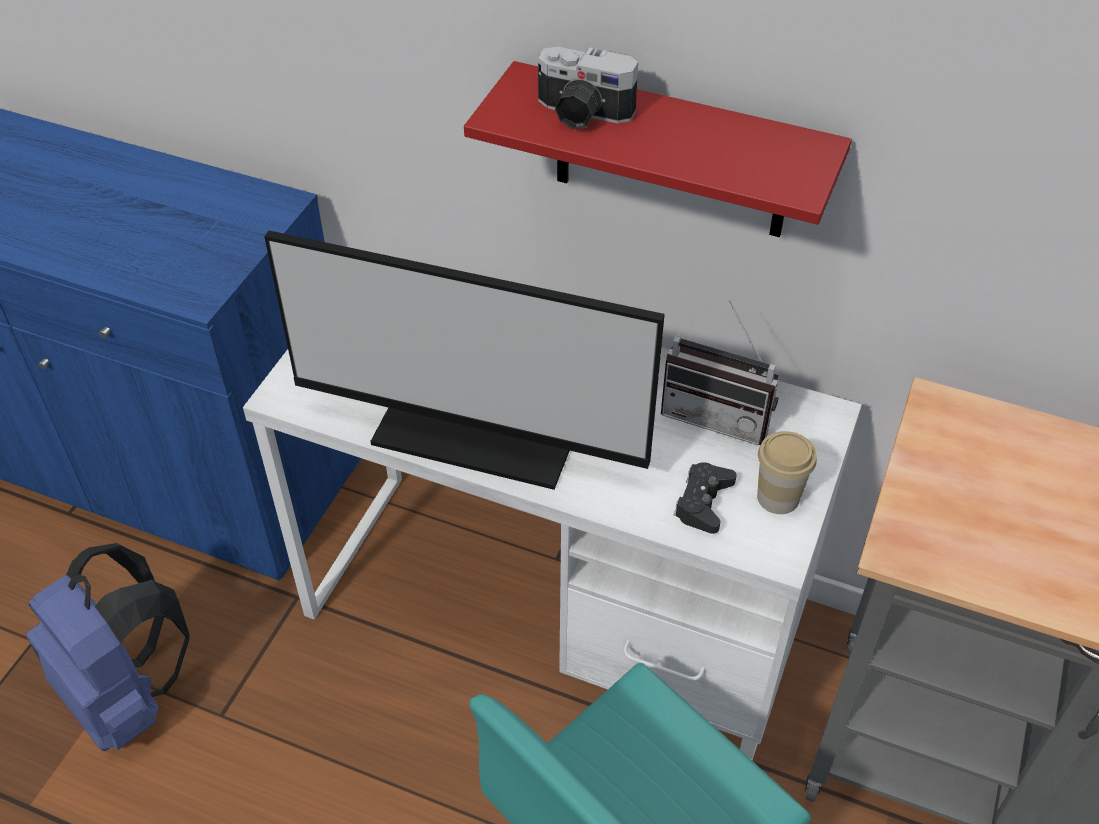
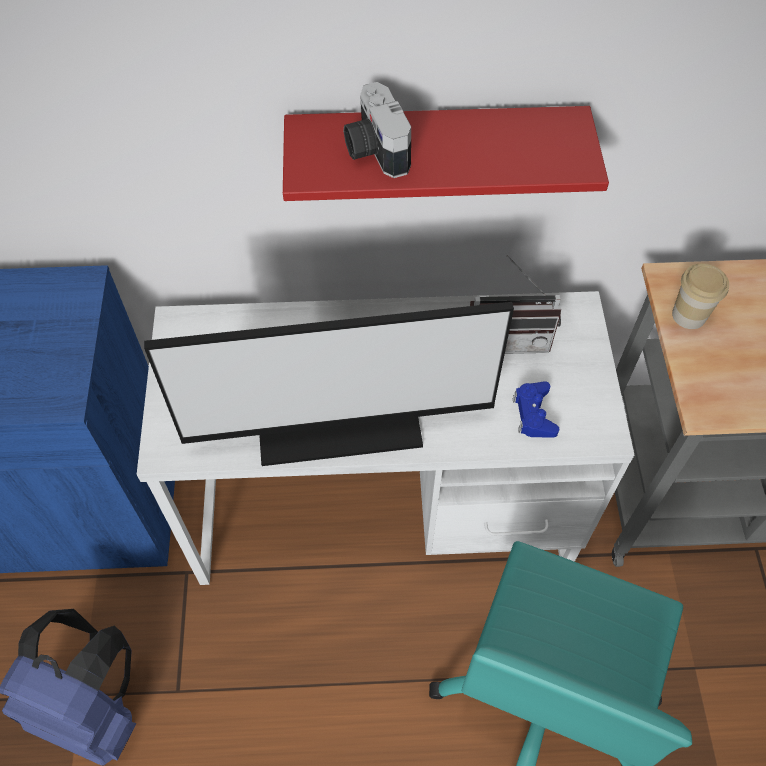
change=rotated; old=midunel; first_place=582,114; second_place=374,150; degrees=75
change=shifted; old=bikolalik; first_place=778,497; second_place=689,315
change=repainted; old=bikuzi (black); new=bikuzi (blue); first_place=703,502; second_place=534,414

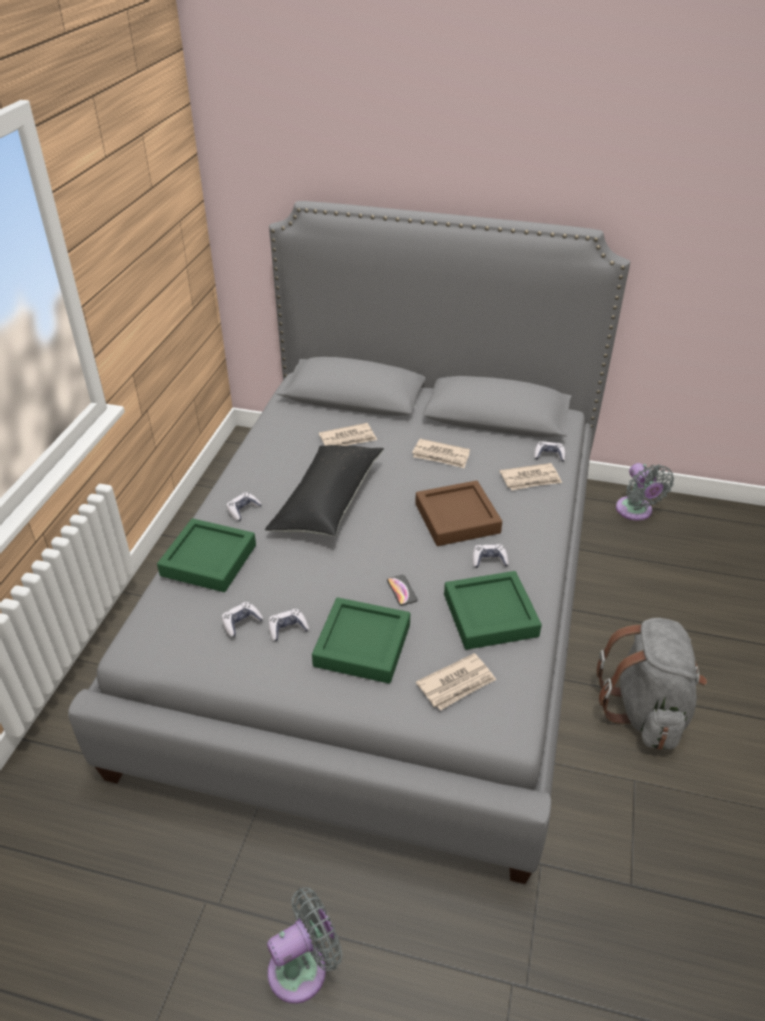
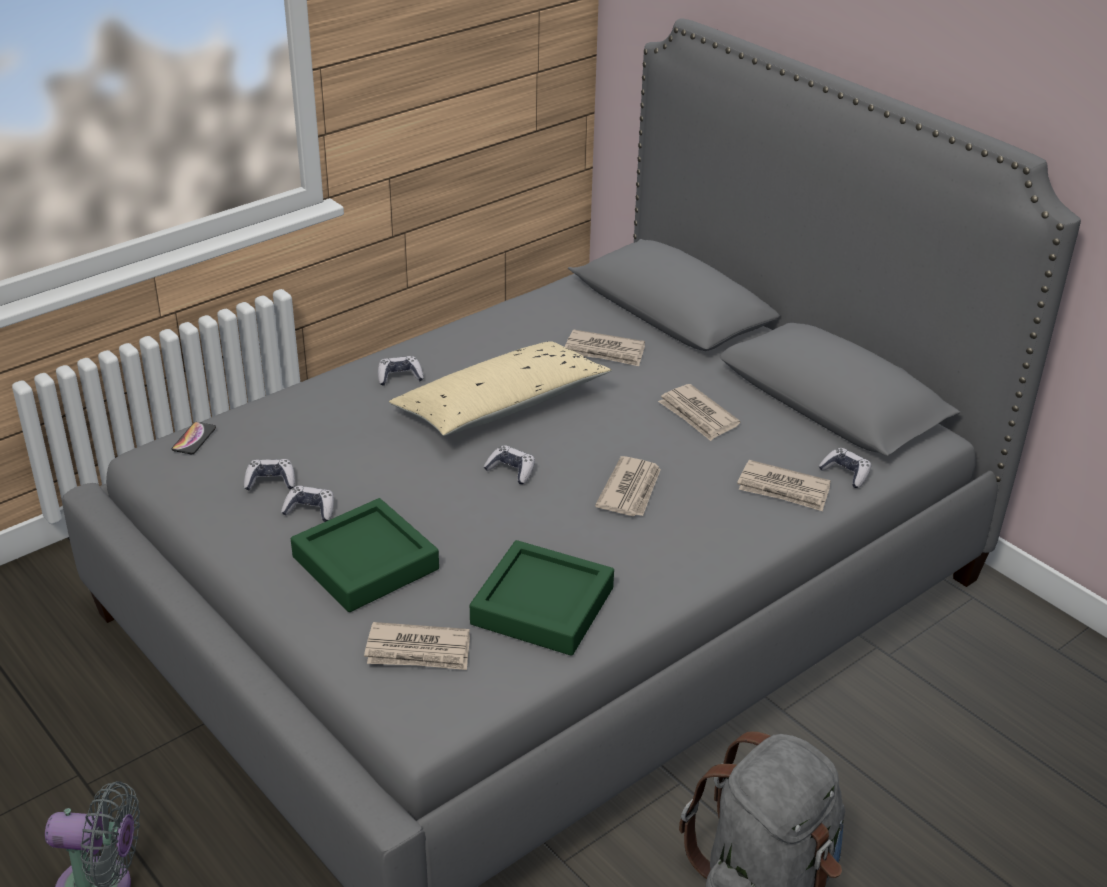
change=repainted; old=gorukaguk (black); new=gorukaguk (beige); first_place=328,501; second_place=501,406
change=gone; old=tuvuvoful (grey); first_place=635,511
change=swapped; old=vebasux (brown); new=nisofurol; first_place=457,518; second_place=631,490
change=gone; old=vebasux (green); first_place=209,560
change=shifted; old=bikuzi; first_place=489,560; second_place=511,471
change=shifted; old=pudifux; first_place=402,590; second_place=194,439

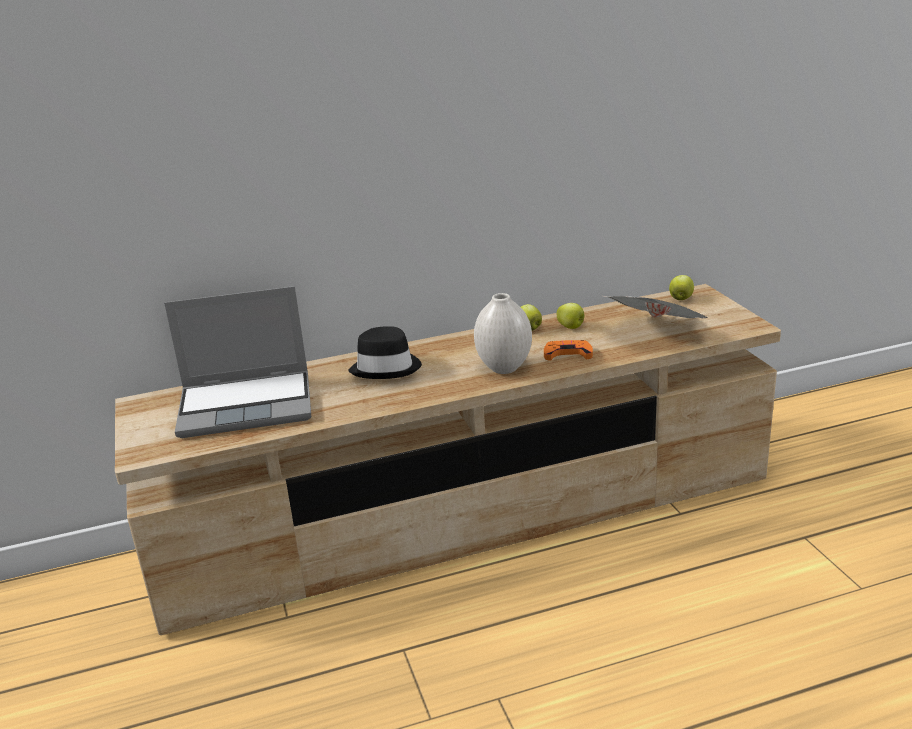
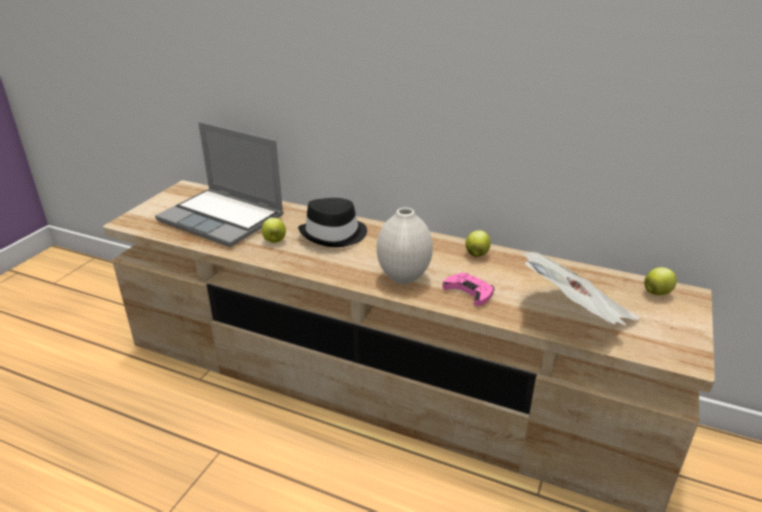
change=shifted; old=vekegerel; first_place=571,327; second_place=274,240
change=repainted; old=bikuzi (orange); new=bikuzi (pink); first_place=567,354; second_place=469,292

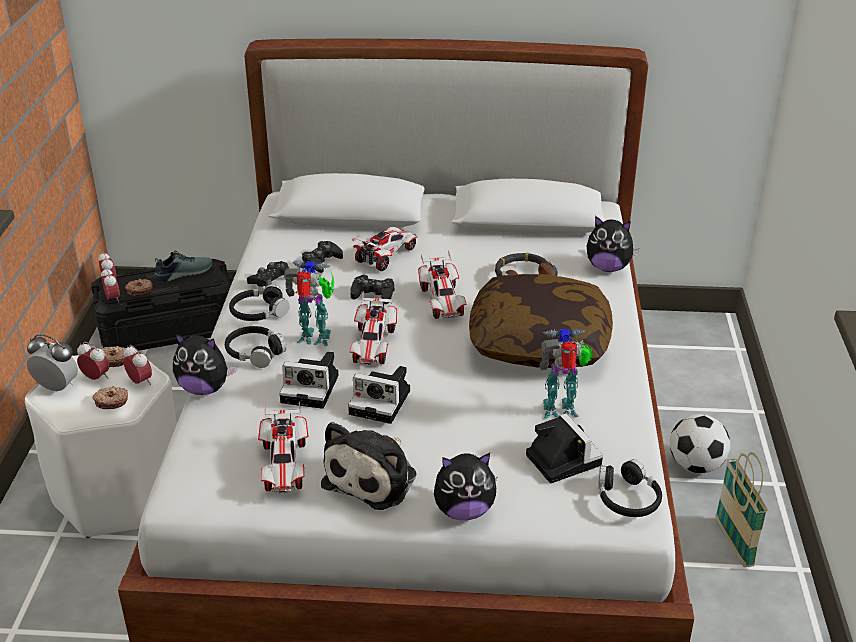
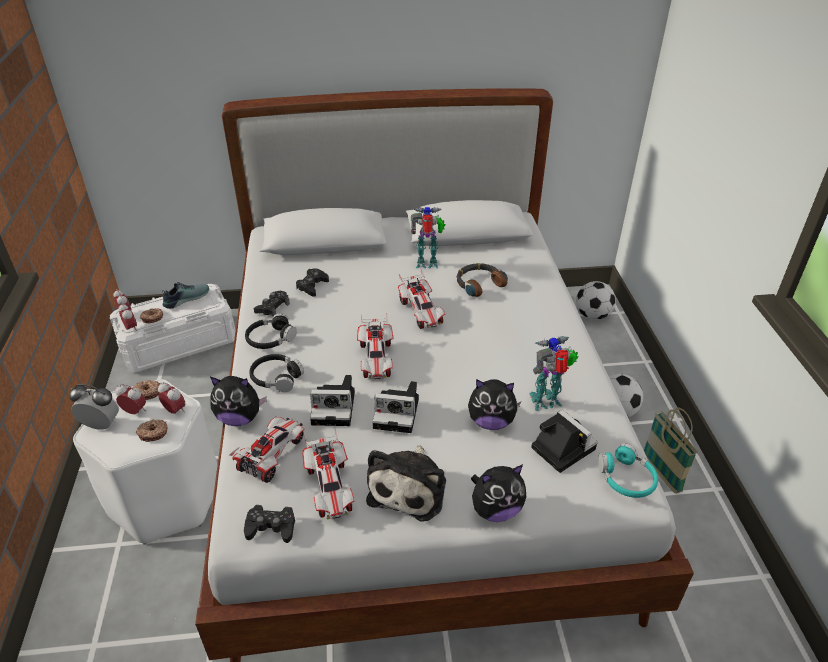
change=shifted; old=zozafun; first_place=608,267; second_place=491,422
change=shifted; old=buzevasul; first_place=386,256; second_place=272,456
change=repainted; old=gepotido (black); new=gepotido (white); first_place=168,328; second_place=178,343
change=shifted; old=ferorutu; first_place=315,339; second_place=428,264
change=gone; old=gorukaguk; first_place=539,342
change=shifted; old=bikuzi (black); first_place=373,294; second_place=271,527
change=repainted; old=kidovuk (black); new=kidovuk (turquoise); first_place=627,499; second_place=626,478
change=new; new=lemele; second_place=592,315

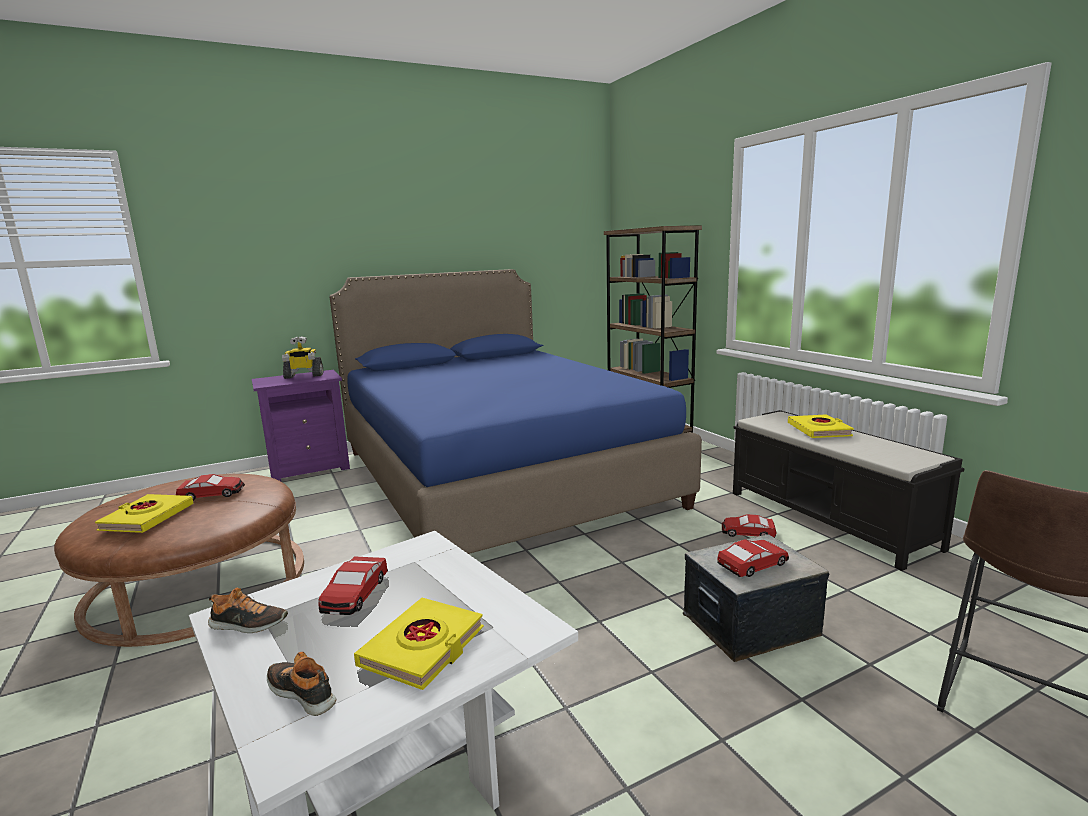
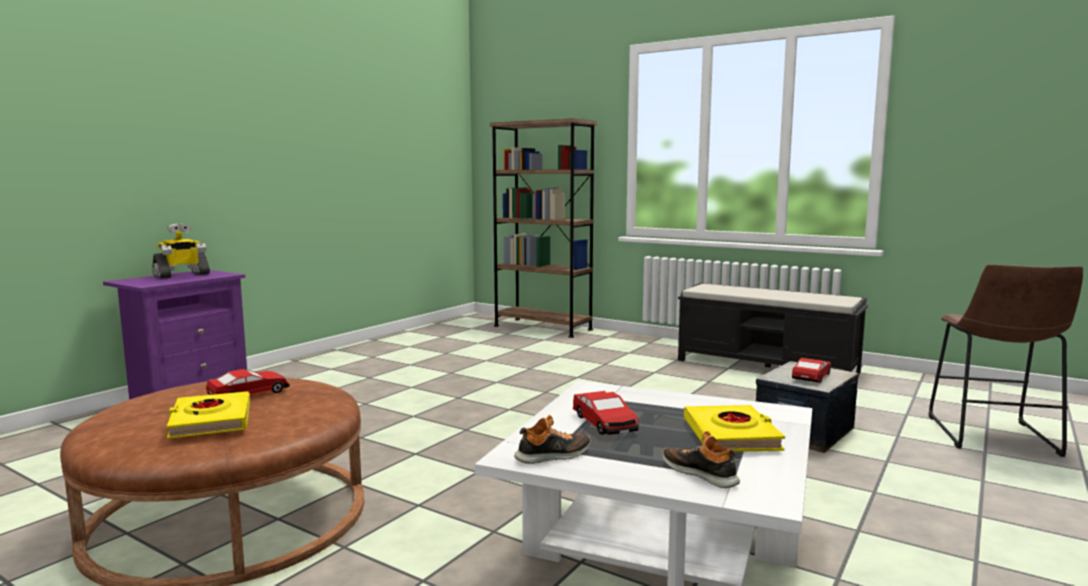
change=gone; old=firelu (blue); first_place=497,477
change=gone; old=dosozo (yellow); first_place=819,430
change=gone; old=buzevasul; first_place=747,533
change=rotated; old=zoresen; first_place=303,693; second_place=700,473; degrees=45

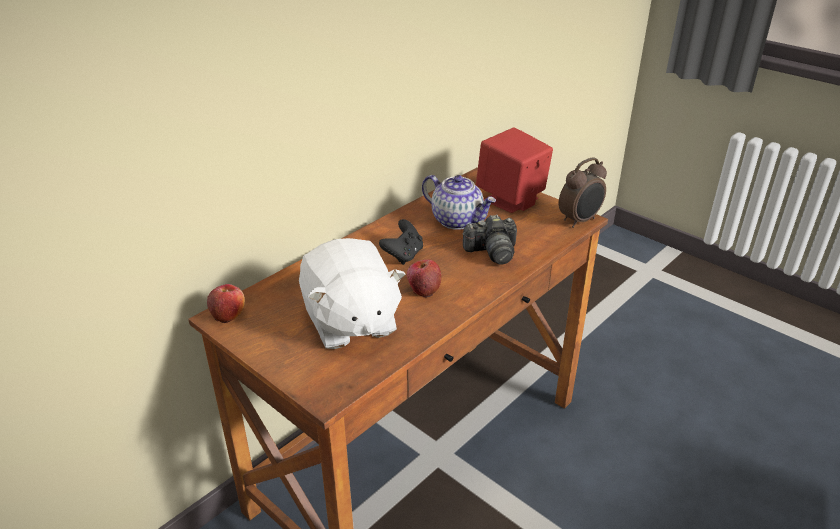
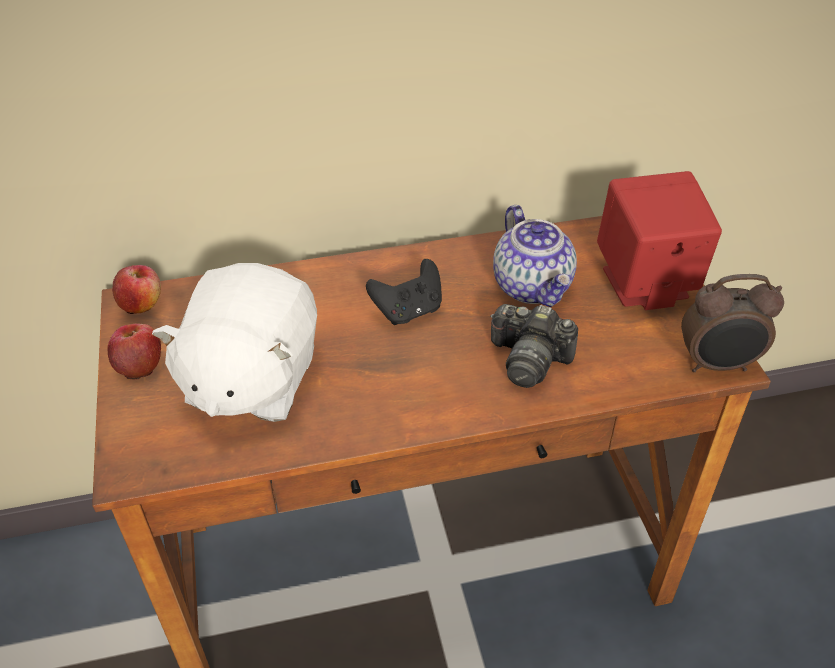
change=shifted; old=vekegerel; first_place=423,289; second_place=140,365

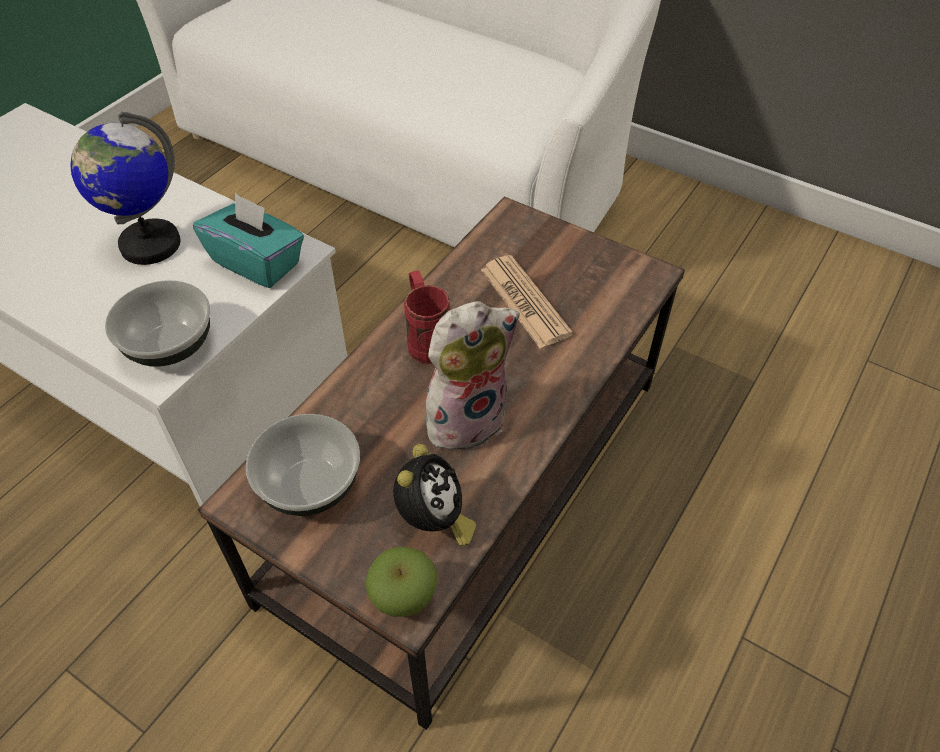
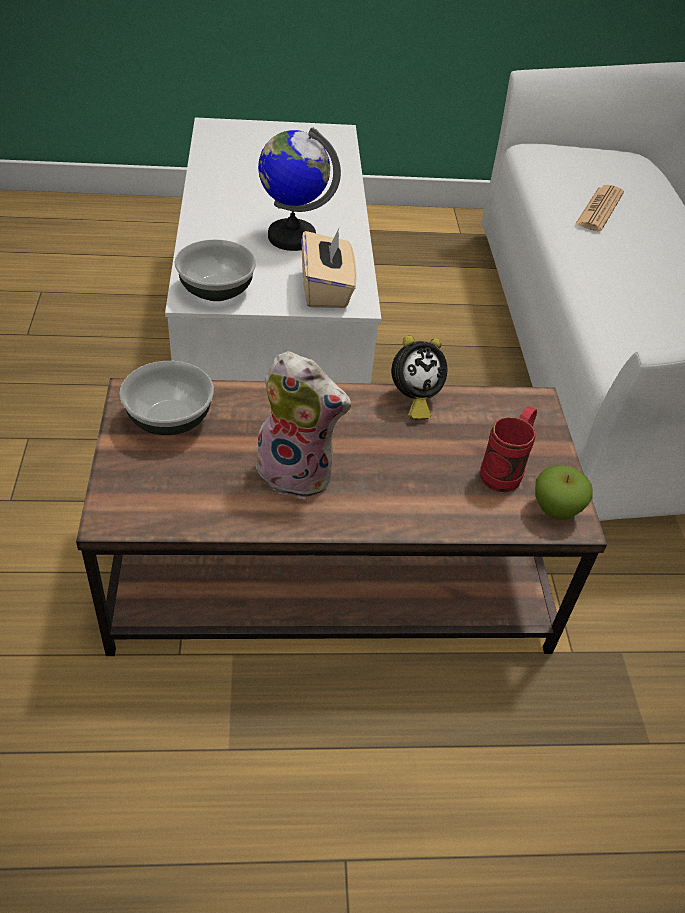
change=repainted; old=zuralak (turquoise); new=zuralak (beige); first_place=257,262; second_place=326,290
change=shifted; old=nisofurol; first_place=525,302; second_place=599,209
change=shifted; old=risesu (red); first_place=426,339; second_place=506,471
change=shifted; old=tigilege; first_place=433,521; second_place=413,400
change=shifted; old=vekegerel; first_place=403,598; second_place=555,510

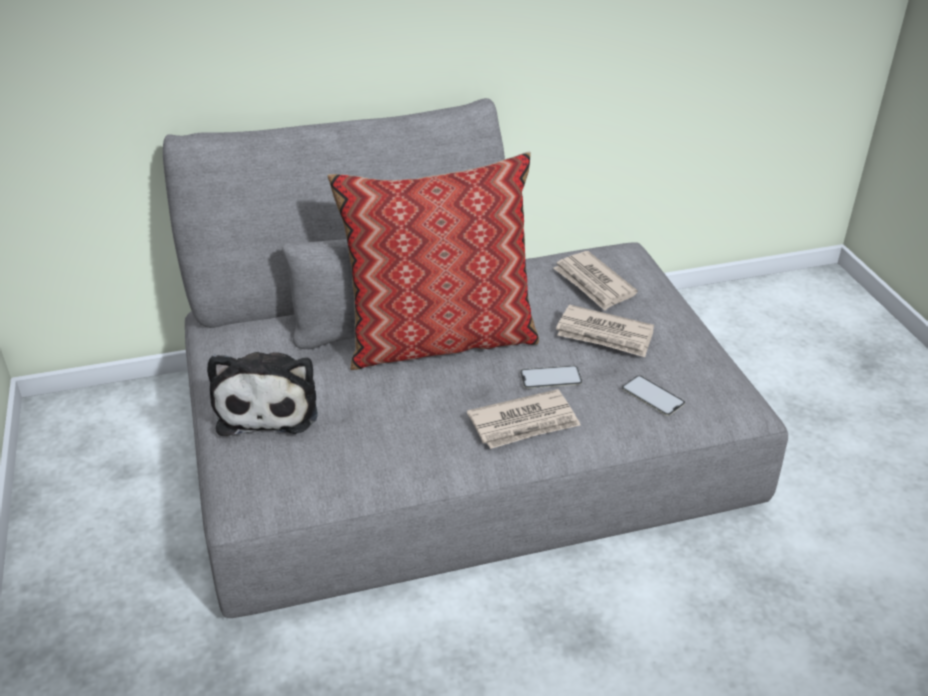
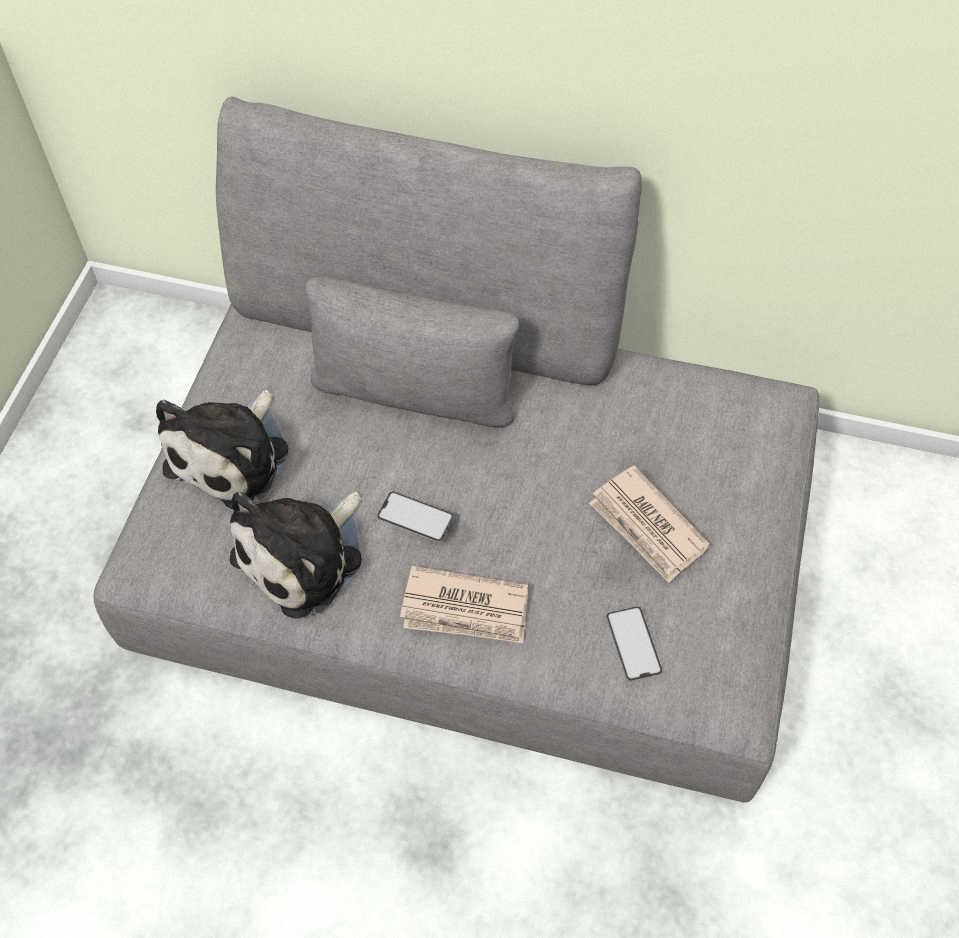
change=gone; old=gorukaguk; first_place=440,338
change=gone; old=nisofurol; first_place=594,284
change=shifted; old=pudifux; first_place=550,377; second_place=415,517
change=new; new=zozafun; second_place=304,555

